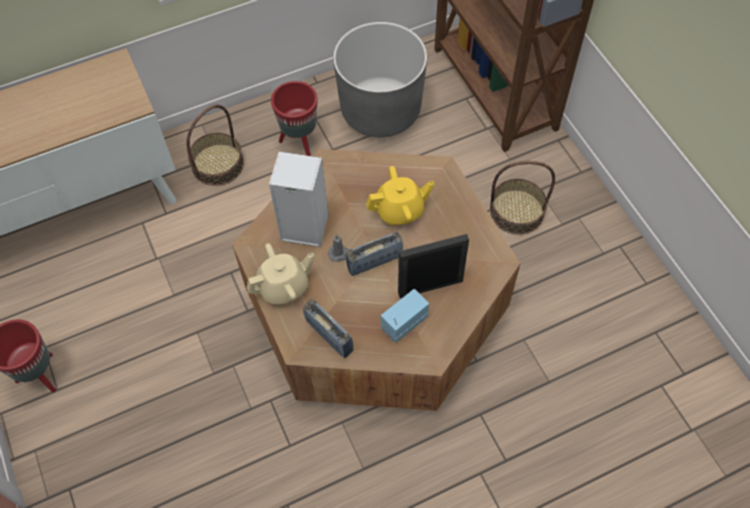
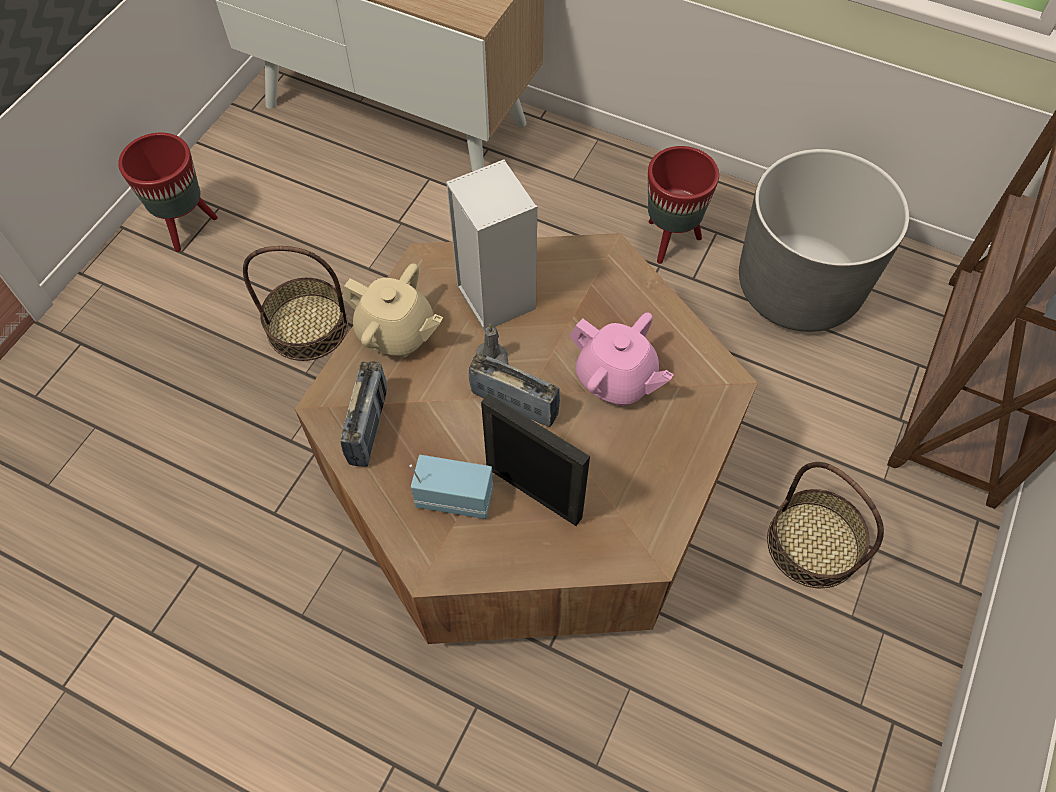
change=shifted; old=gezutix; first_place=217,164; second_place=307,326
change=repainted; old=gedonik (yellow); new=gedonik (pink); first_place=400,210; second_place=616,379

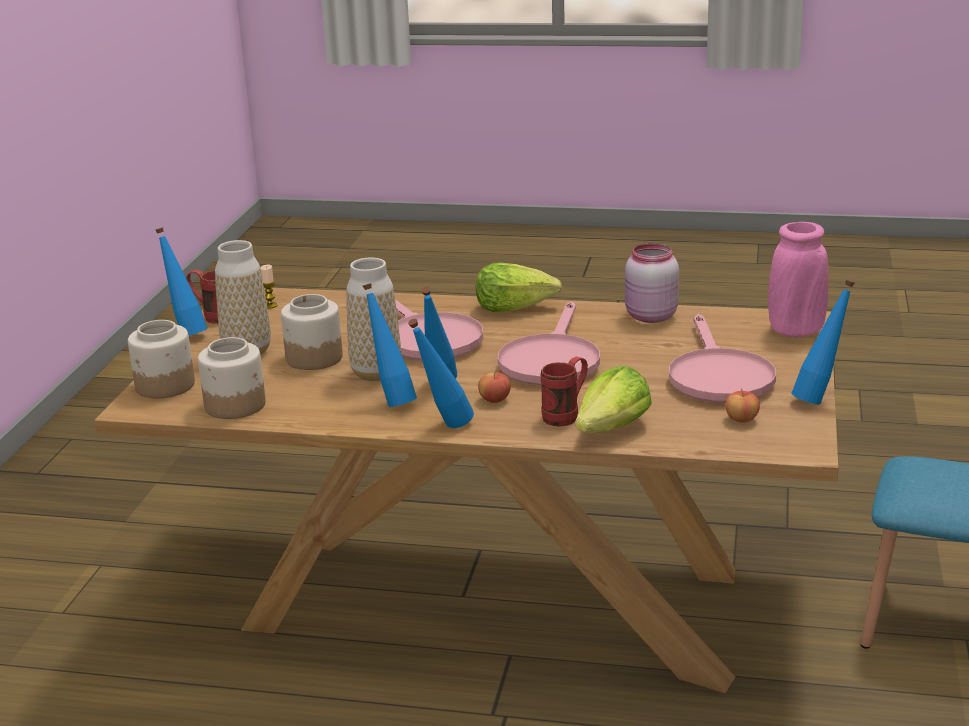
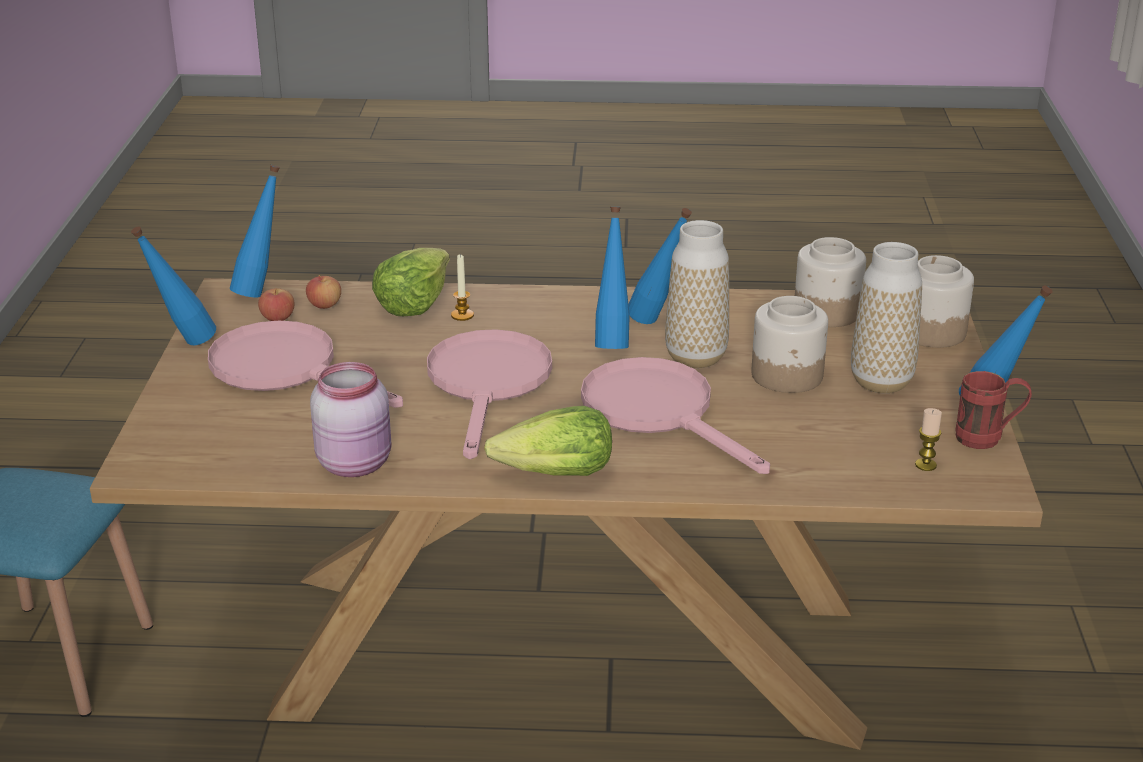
change=gone; old=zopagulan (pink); first_place=796,331
change=rotated; old=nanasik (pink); first_place=717,375; second_place=287,369; degrees=-45
change=shifted; old=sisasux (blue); first_place=444,427; second_place=262,291
change=swapped; old=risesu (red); new=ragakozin; first_place=566,415; second_place=462,315
change=shifted; old=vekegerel; first_place=494,399; second_place=324,305

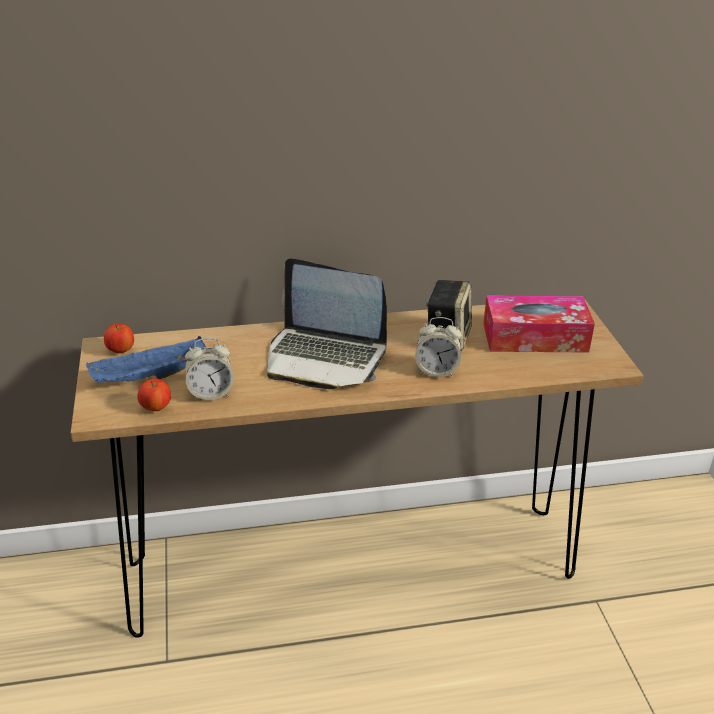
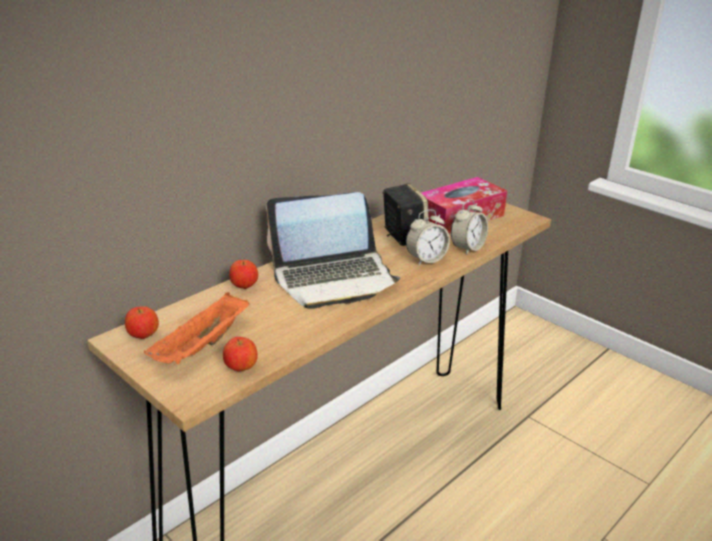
change=repainted; old=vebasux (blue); new=vebasux (orange); first_place=149,378; second_place=202,347
change=shifted; old=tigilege; first_place=210,393; second_place=467,248
change=new; new=vekegerel; second_place=244,286

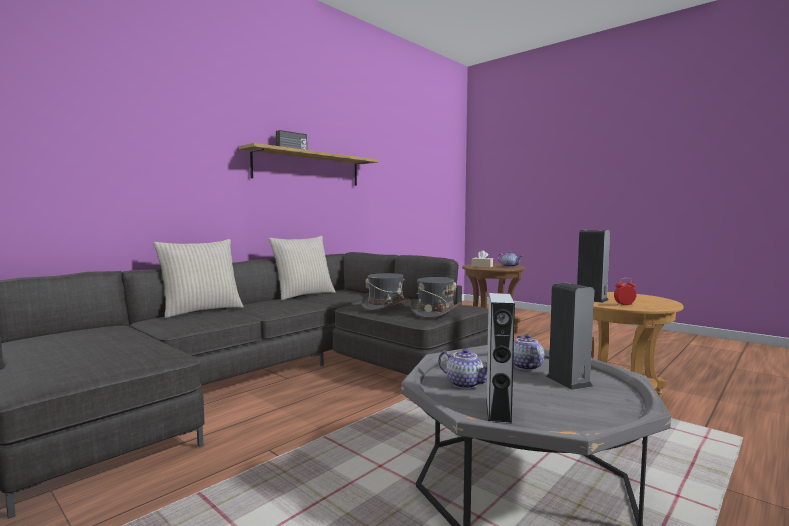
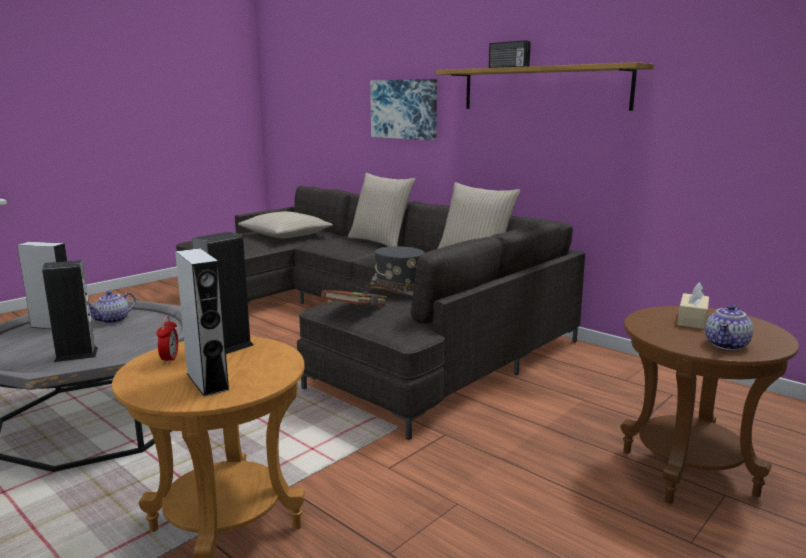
change=swapped; old=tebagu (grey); new=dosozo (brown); first_place=435,312; second_place=356,311
change=gone; old=gedonik; first_place=525,366
change=new; new=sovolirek; second_place=404,109
change=new; new=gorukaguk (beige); second_place=285,235
change=new; new=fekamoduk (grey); second_place=207,381

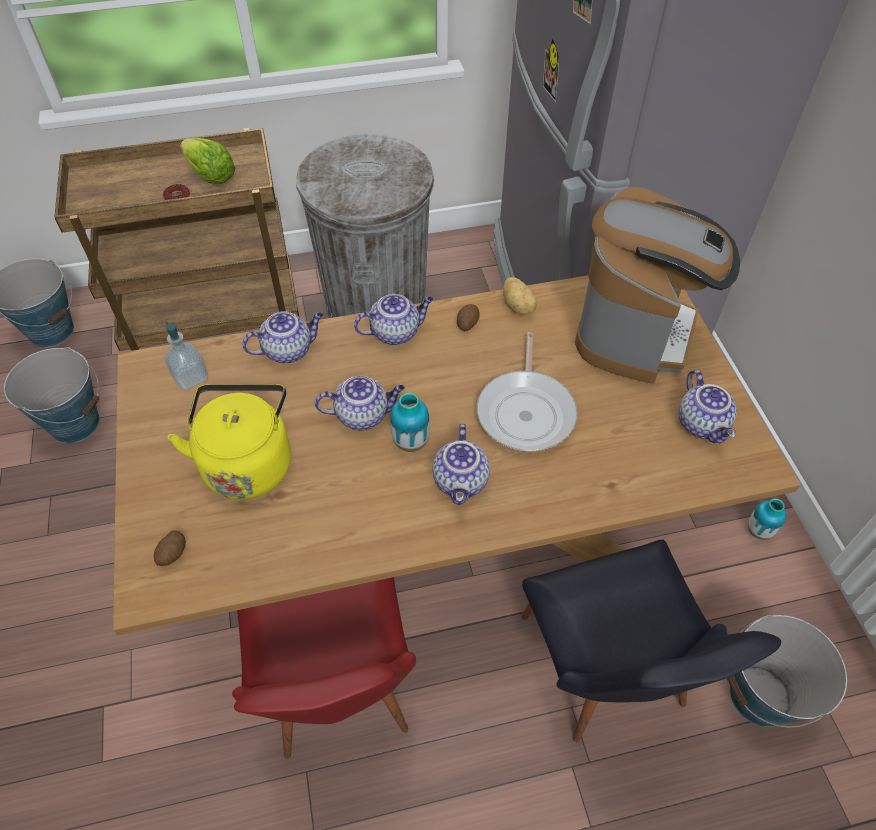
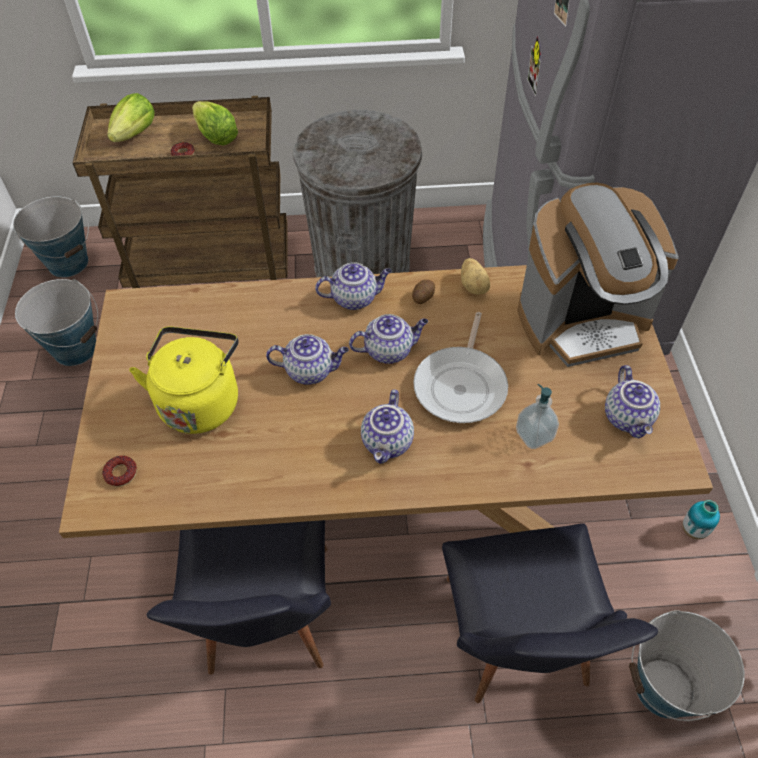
change=rotated; old=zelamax; first_place=636,331; second_place=582,322; degrees=45
change=shifted; old=gedonik; first_place=288,350; second_place=389,350
change=shifted; old=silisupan; first_place=190,377; second_place=534,435
change=gone; old=zopagulan; first_place=410,442
change=swapped; old=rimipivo; new=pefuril; first_place=173,553; second_place=121,473
change=repainted; old=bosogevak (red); new=bosogevak (black); first_place=337,695; second_place=264,624
change=new; new=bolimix; second_place=135,134

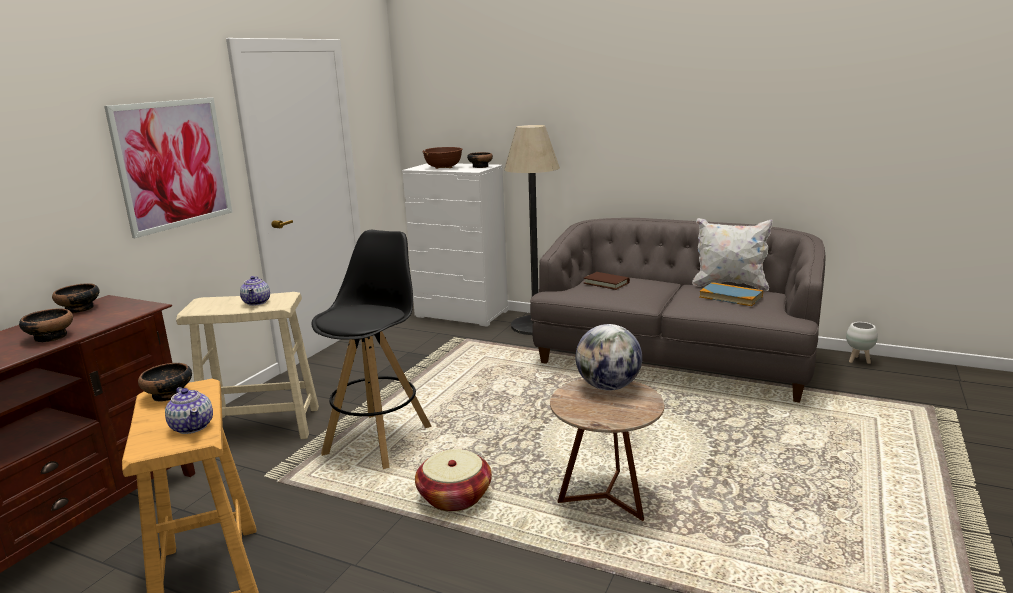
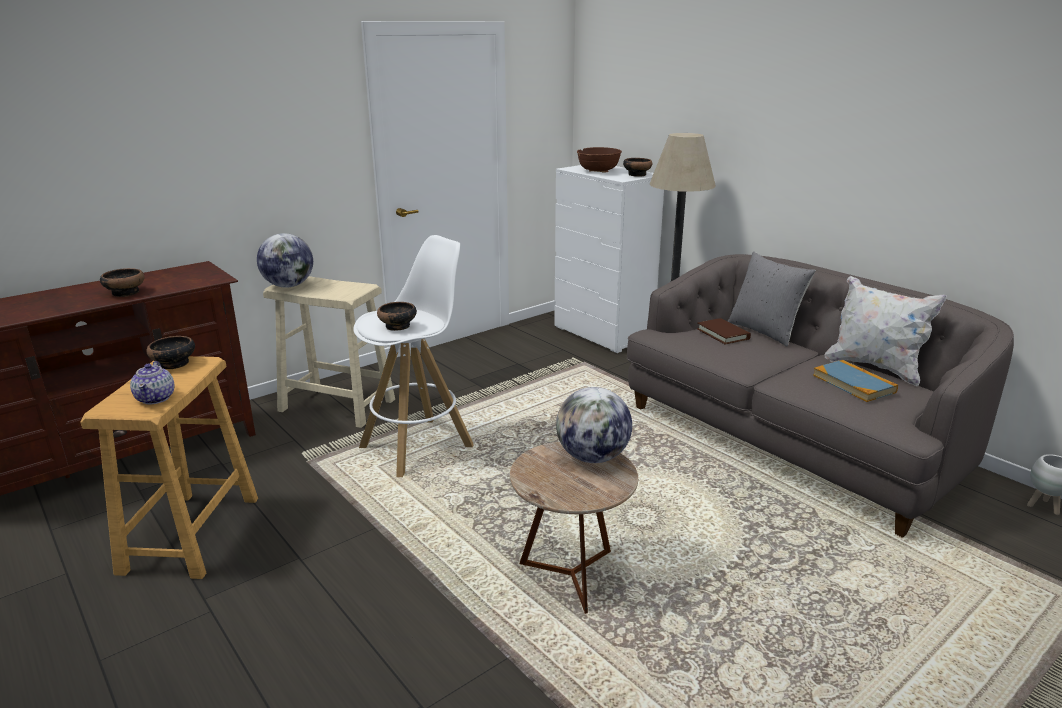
change=gone; old=sovolirek; first_place=173,164
change=repainted; old=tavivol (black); new=tavivol (white); first_place=379,439; second_place=418,446
change=gone; old=gedonik; first_place=257,302
change=shifted; old=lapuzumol; first_place=79,309; second_place=398,326
change=gone; old=gezutix; first_place=455,497
change=new; new=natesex; second_place=288,286
change=new; new=gorukaguk (grey); second_place=764,331

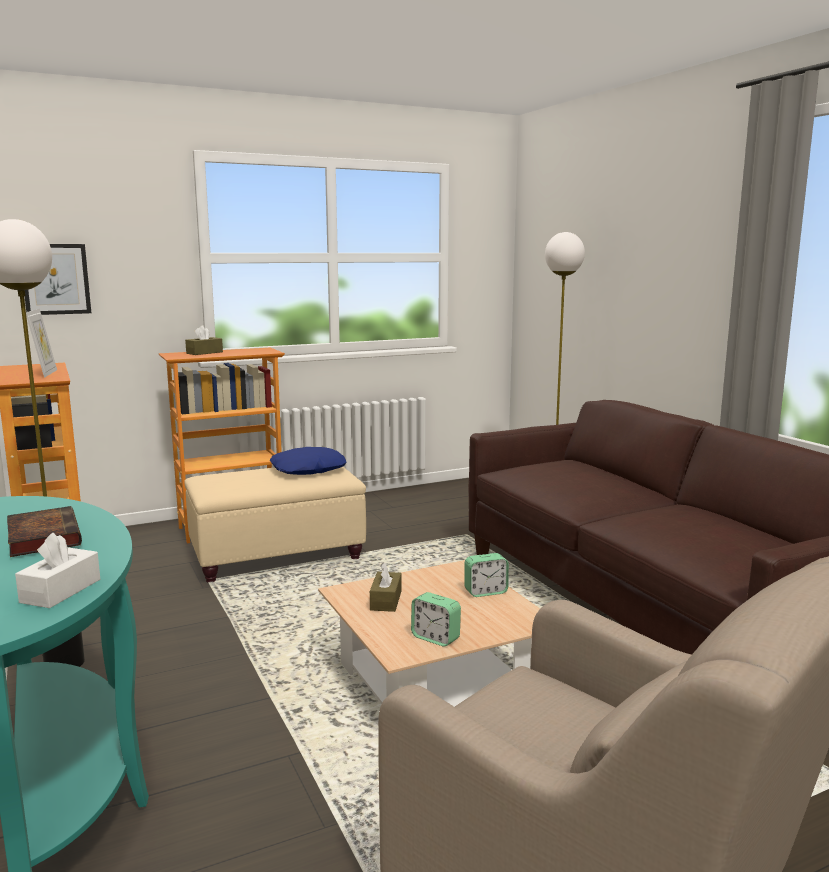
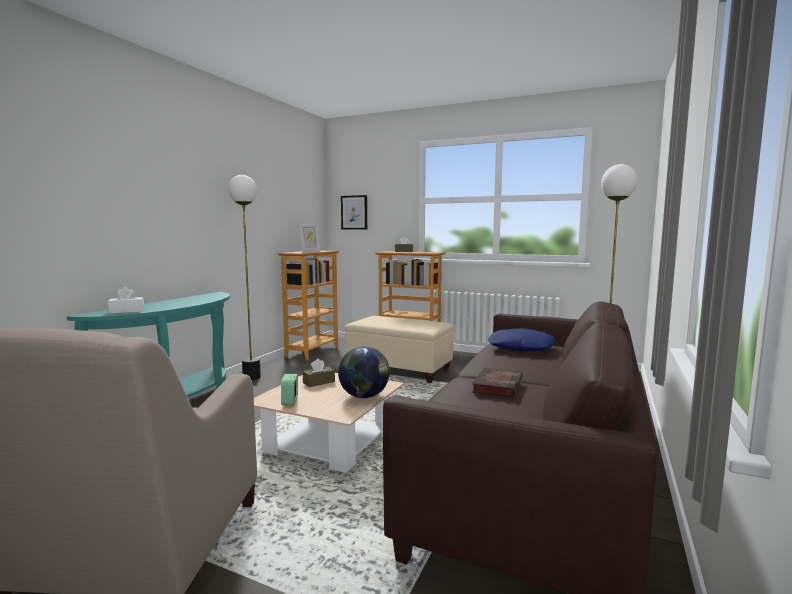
change=shifted; old=gorukaguk (blue); first_place=308,470; second_place=520,347
change=shifted; old=dosozo; first_place=42,536; second_place=497,385
change=swapped; old=tigilege; new=natesex; first_place=485,592; second_place=364,396

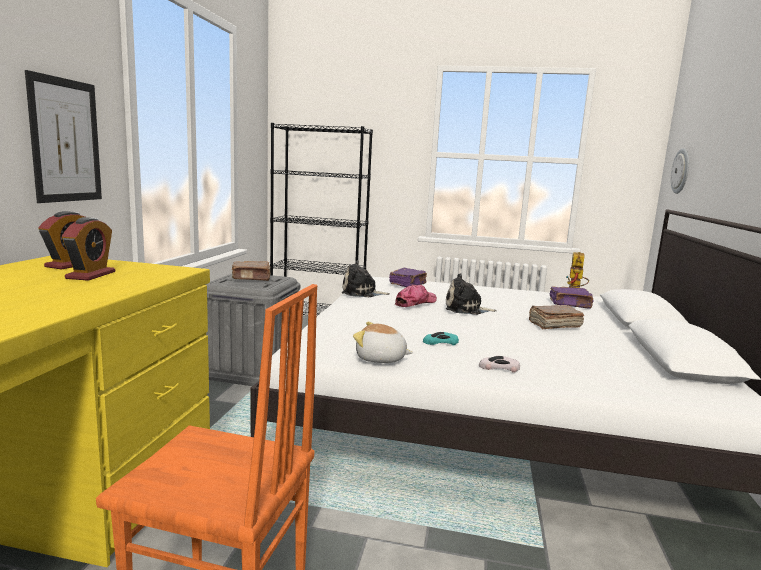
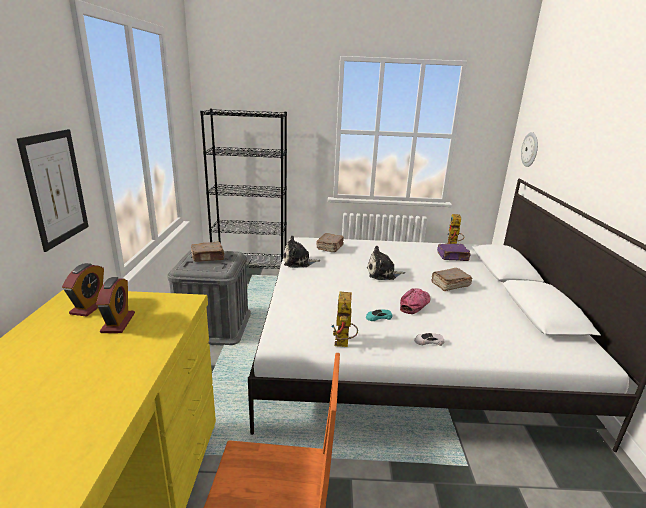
change=repainted; old=dosozo (purple); new=dosozo (brown); first_place=408,284; second_place=330,247
change=shifted; old=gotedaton; first_place=415,302; second_place=414,304
change=swapped; old=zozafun; new=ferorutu; first_place=380,359; second_place=343,344

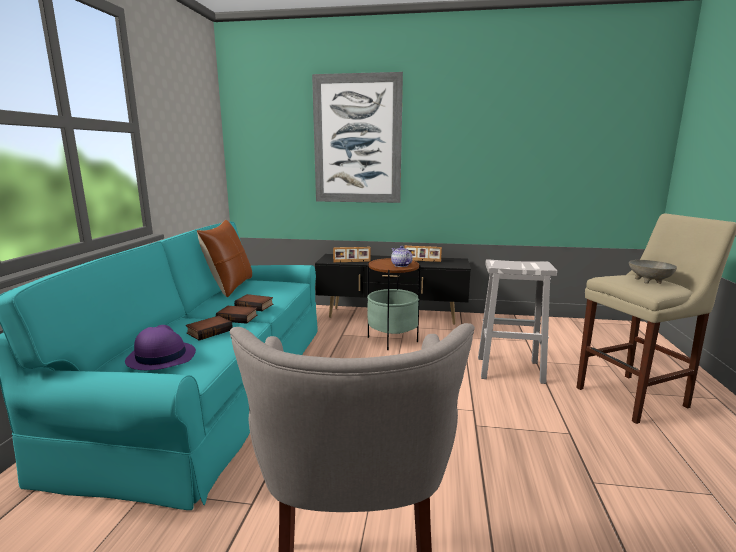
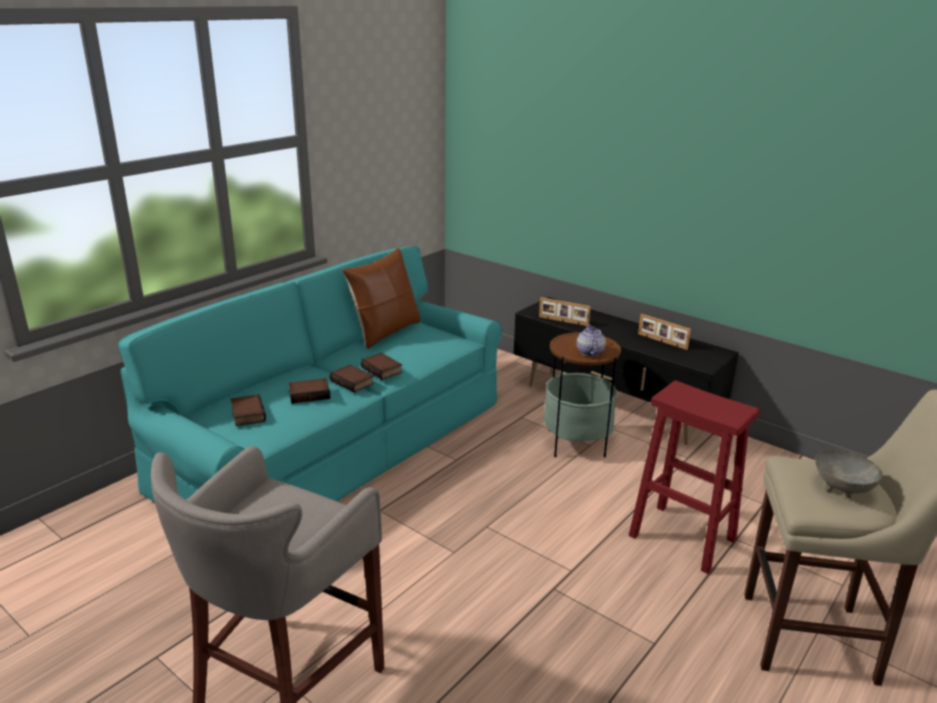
change=gone; old=sovolirek; first_place=357,140
change=repainted; old=tavivol (white); new=tavivol (red); first_place=508,370; second_place=680,537
change=swapped; old=tebagu (purple); new=dosozo; first_place=160,357; second_place=247,414

